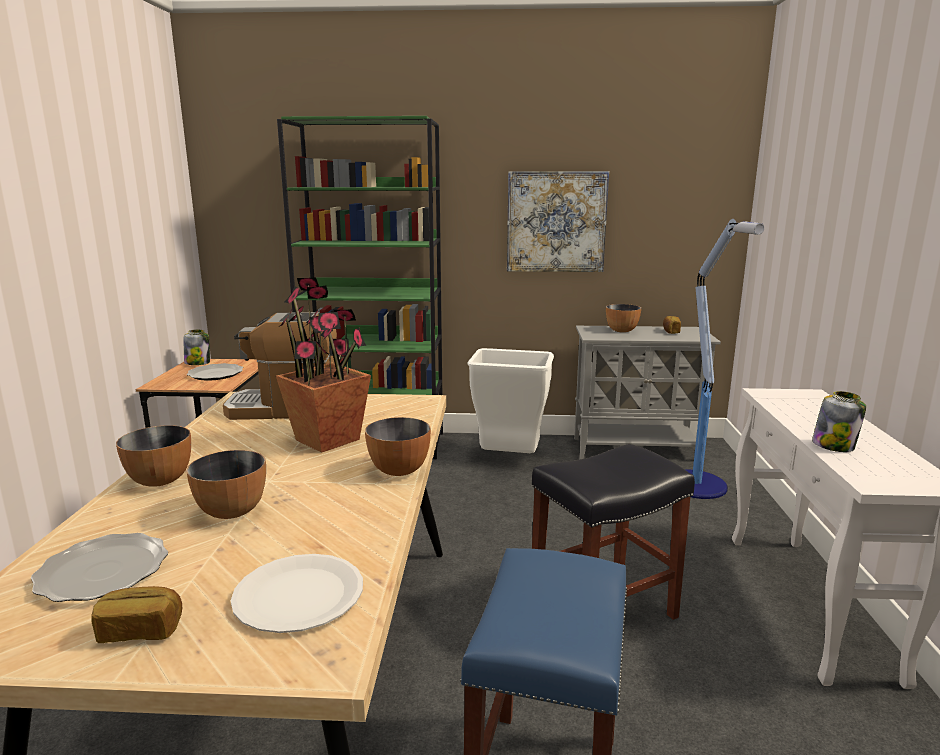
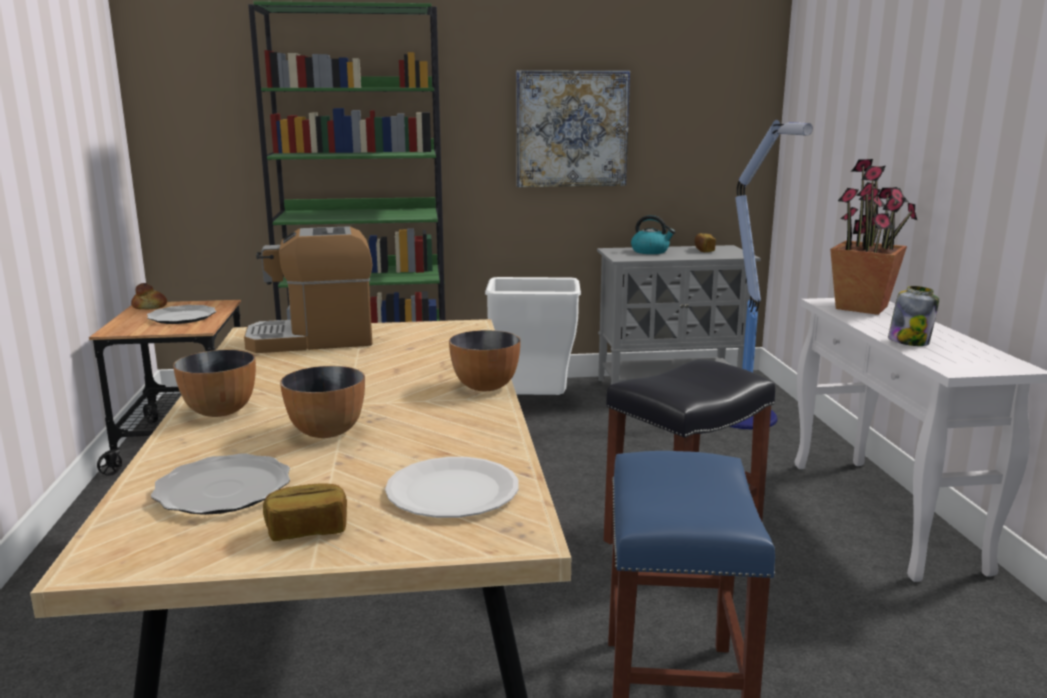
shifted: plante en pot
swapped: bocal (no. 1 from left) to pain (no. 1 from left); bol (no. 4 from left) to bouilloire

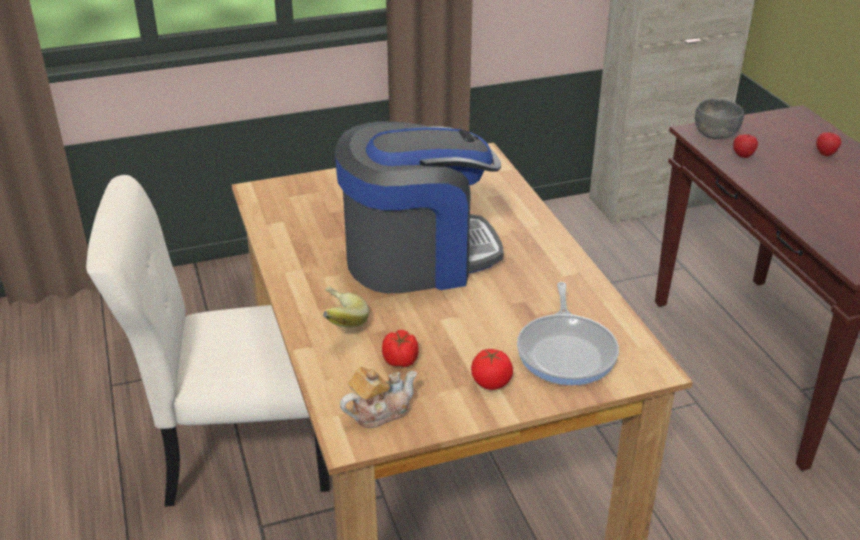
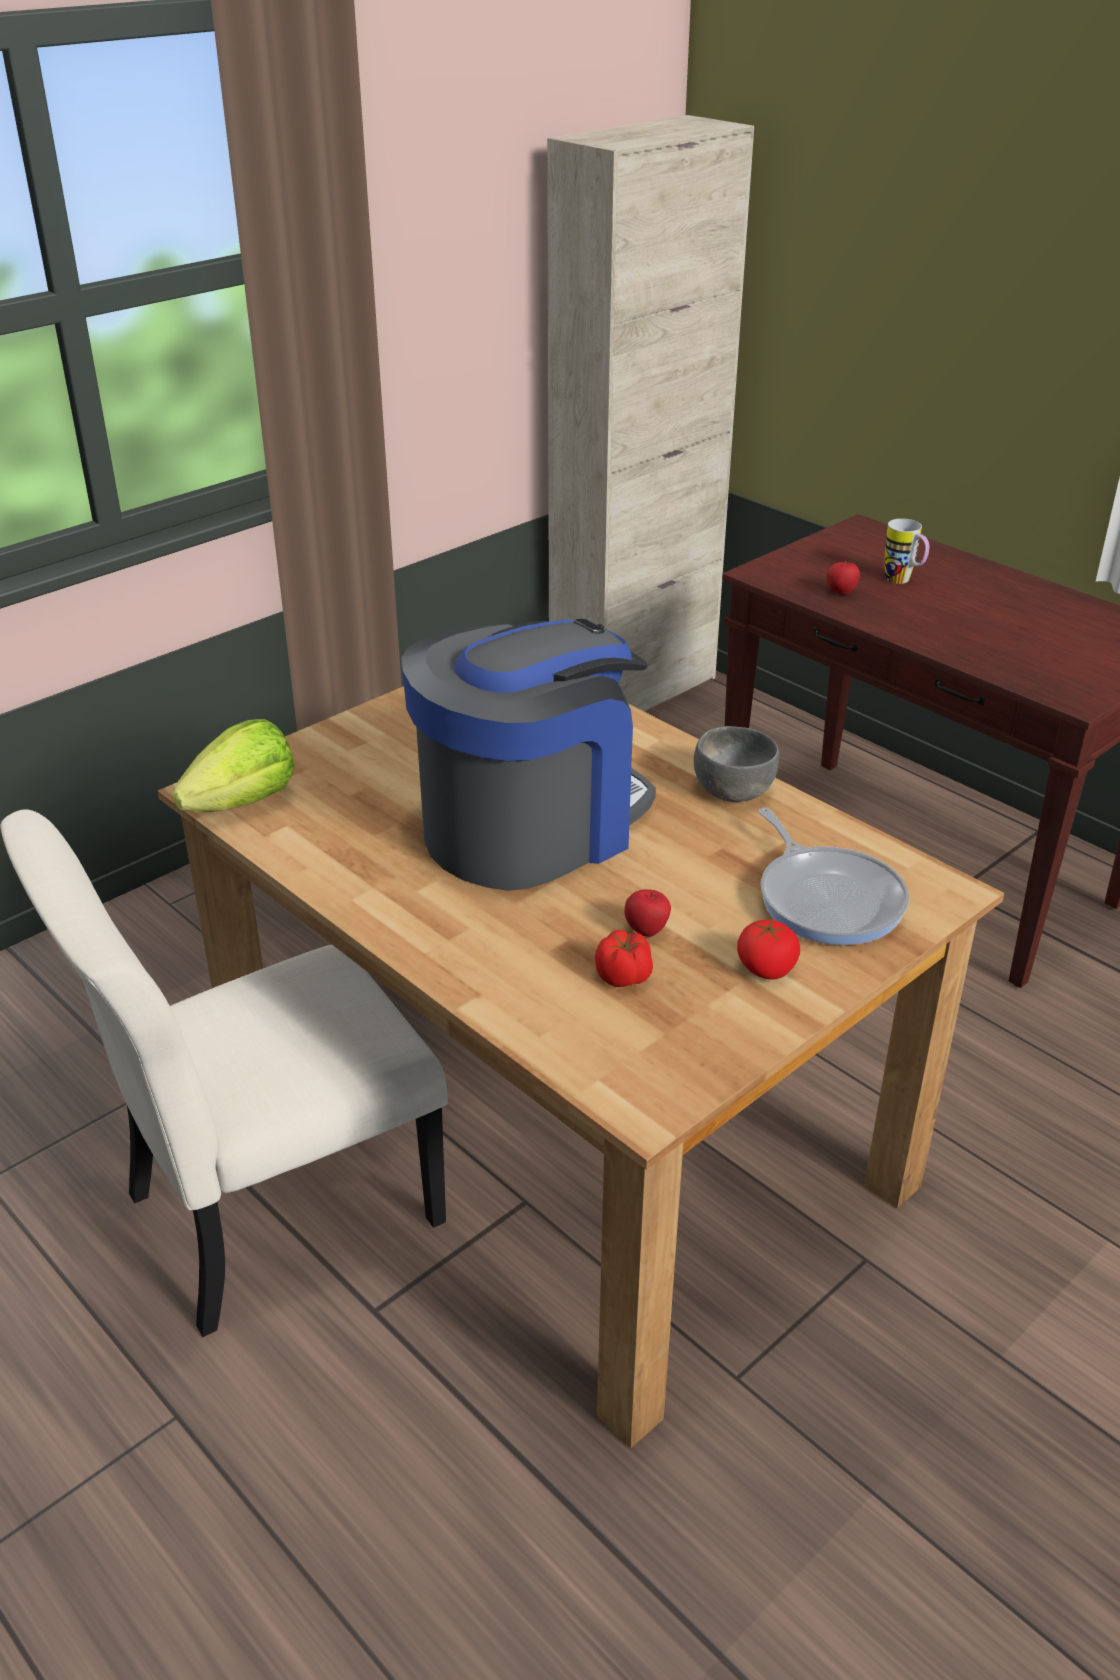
gone: banane; théière
new: laitue; mug
shifted: bol (gris); pomme (no. 2 from left in the first image) to pomme (no. 1 from left)

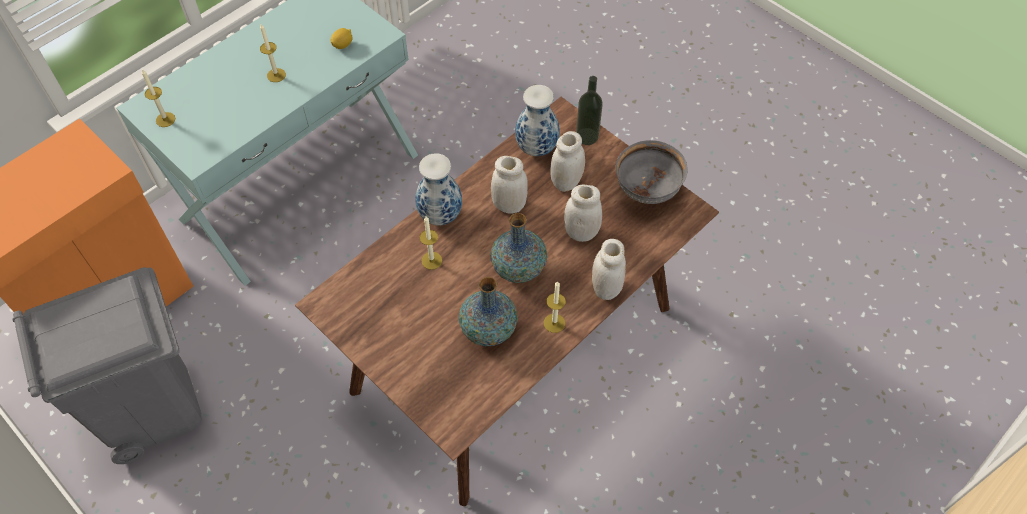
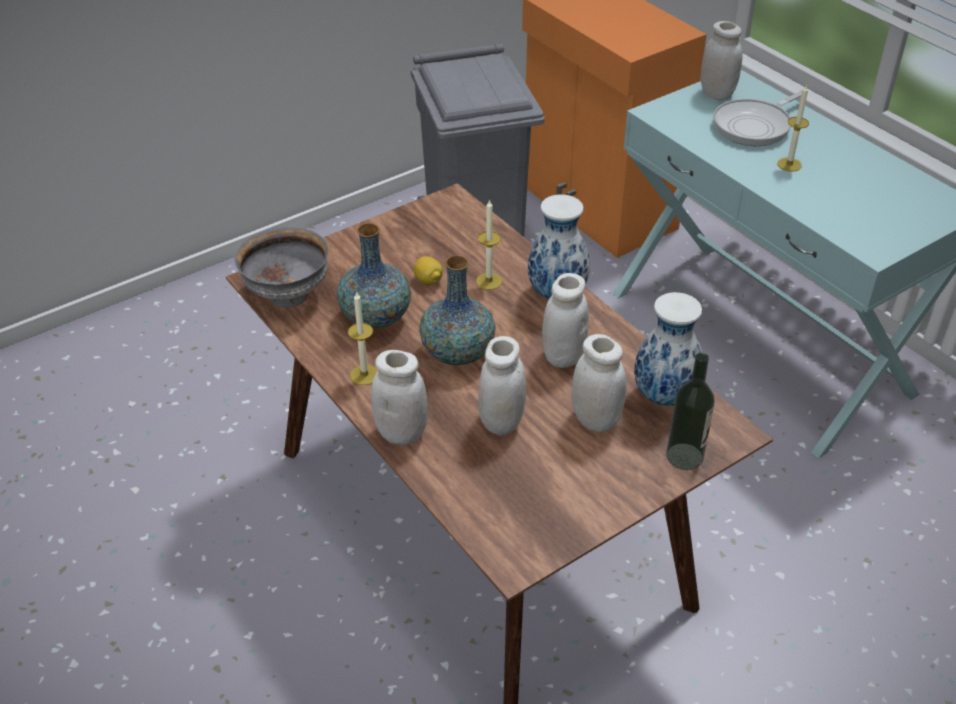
new: poêle
shifted: citron; bol (gris)
swapped: bougie (no. 1 from left) to bocal (blanc) (no. 5 from left)

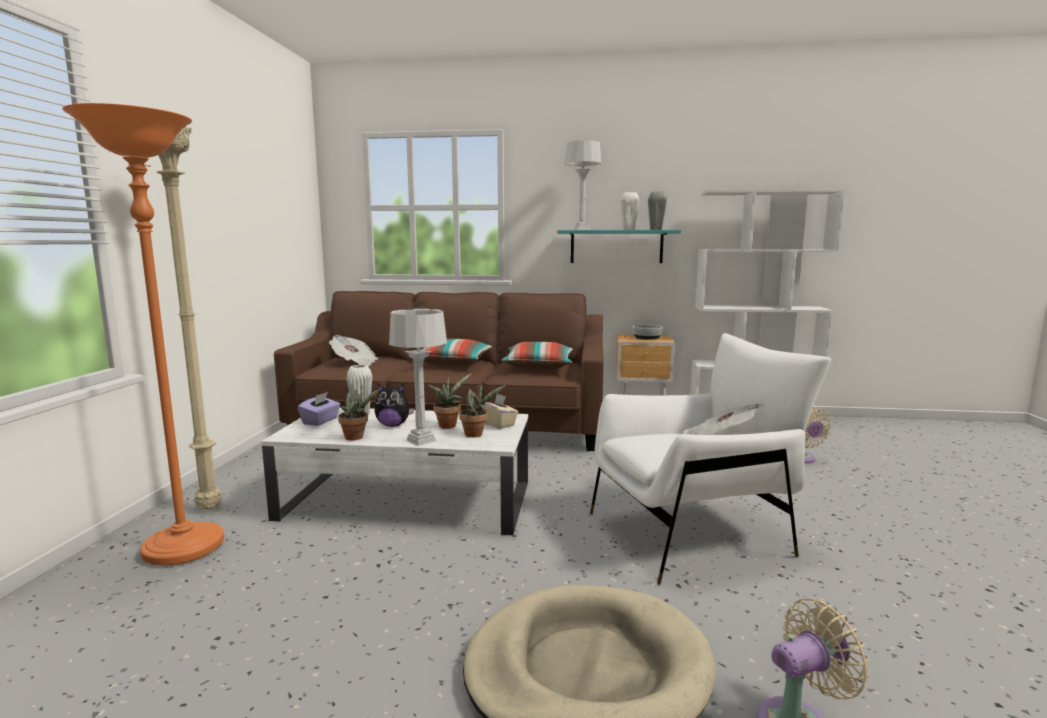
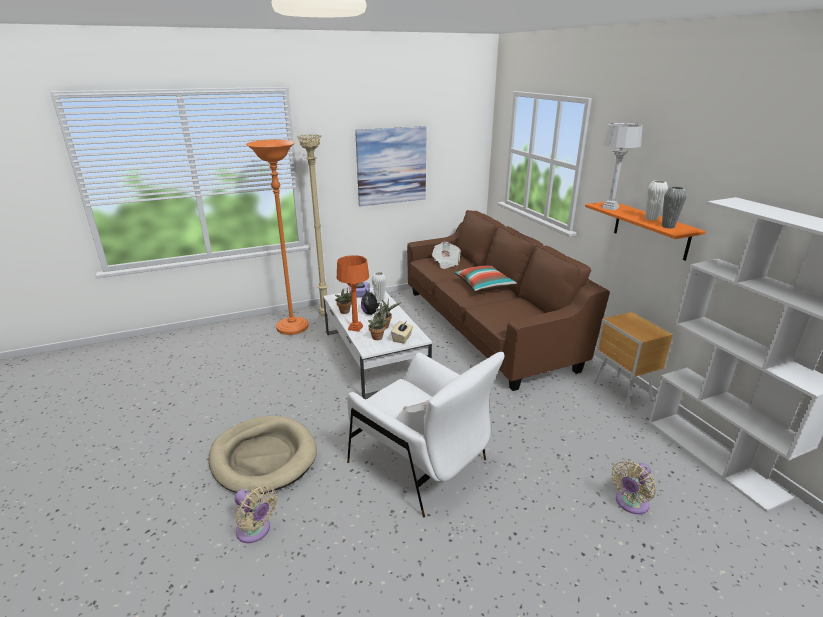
gone: coussin (no. 2 from left); bol
new: tableau
repainted: lampe de table (gris) (no. 1 from left) to lampe de table (orange); étagère (turquoise) to étagère (orange)

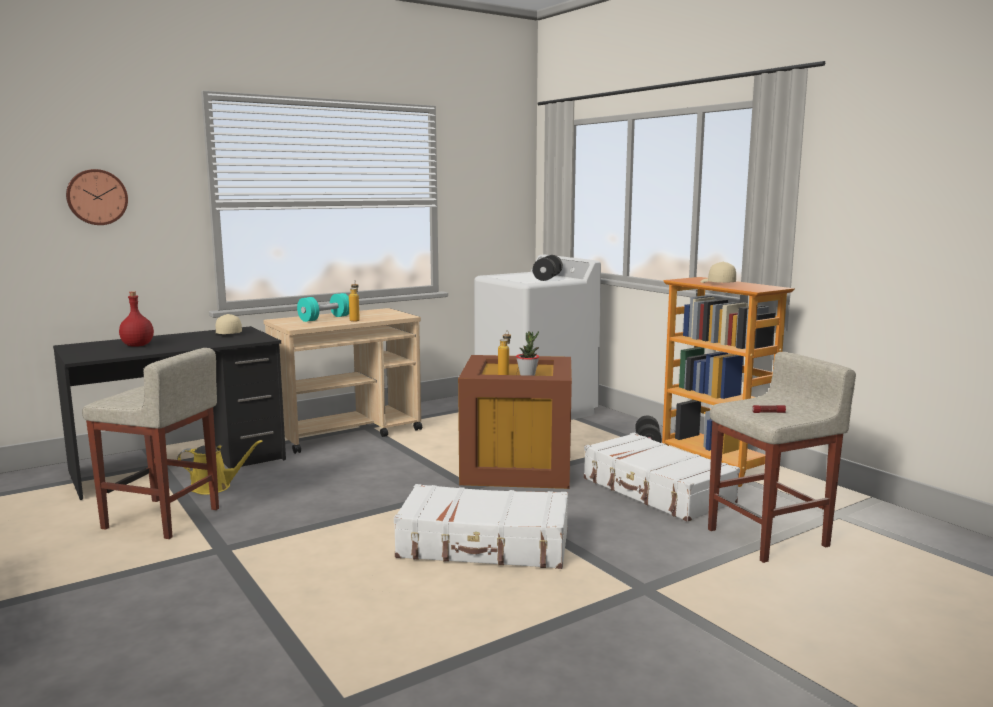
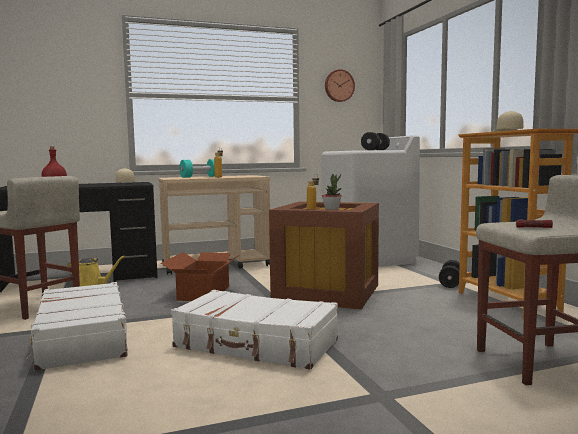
new: carton
shifted: horloge murale; valise (blanc) (no. 2 from left in the first image) to valise (blanc) (no. 1 from left)

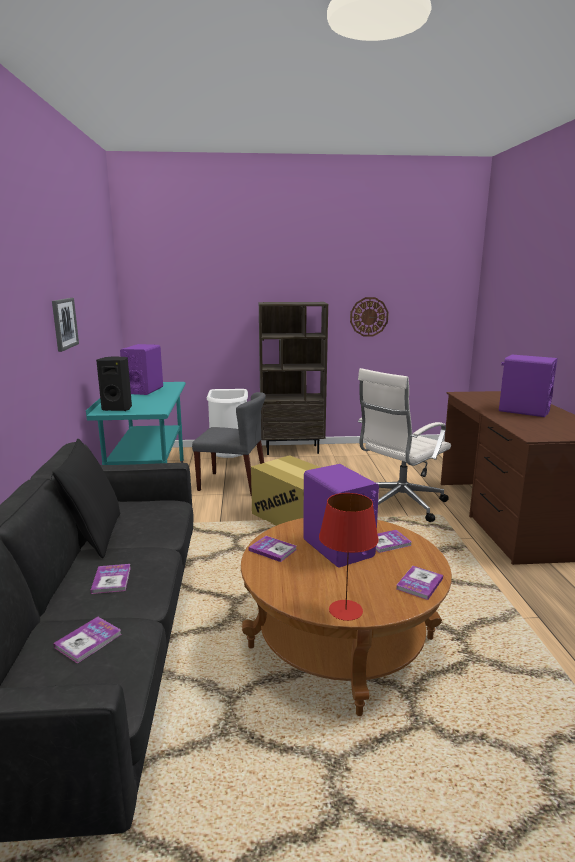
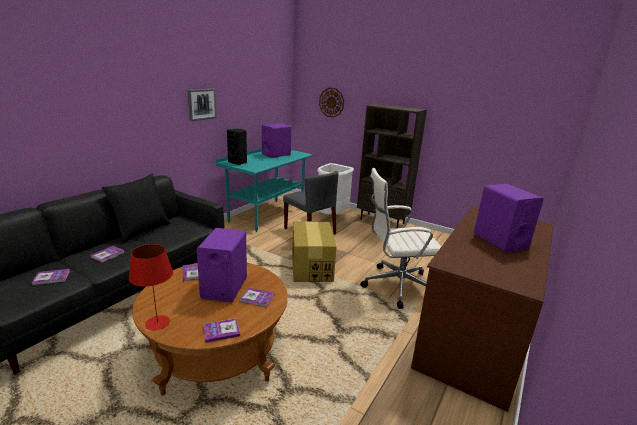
shifted: horloge murale

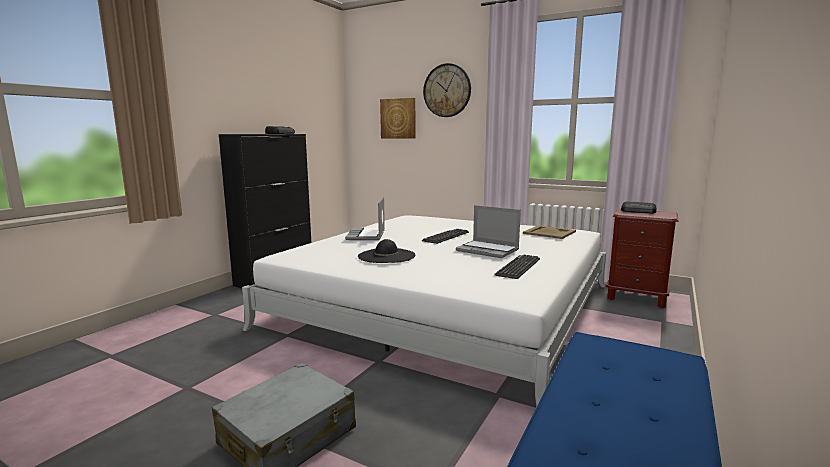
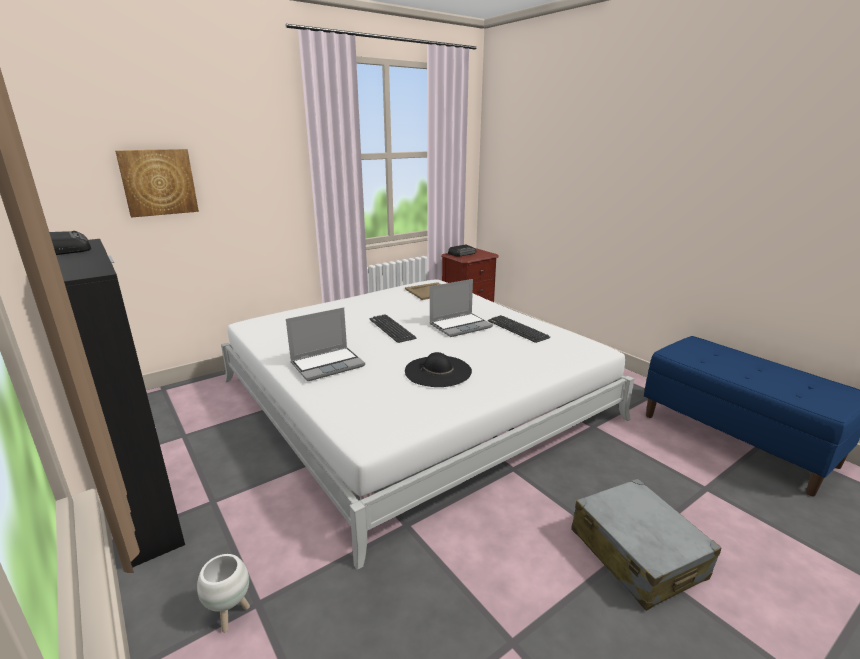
gone: horloge murale
new: cache-pot (blanc)
rotated: ordinateur portable (no. 1 from left) 60 degrees counterclockwise

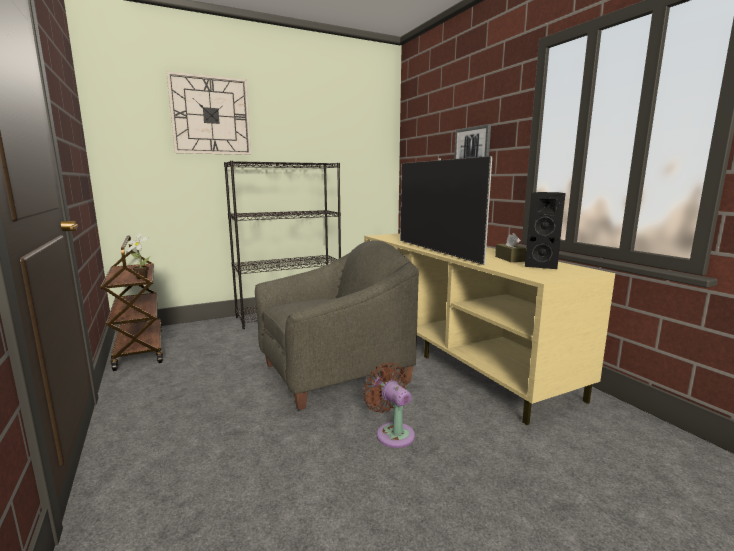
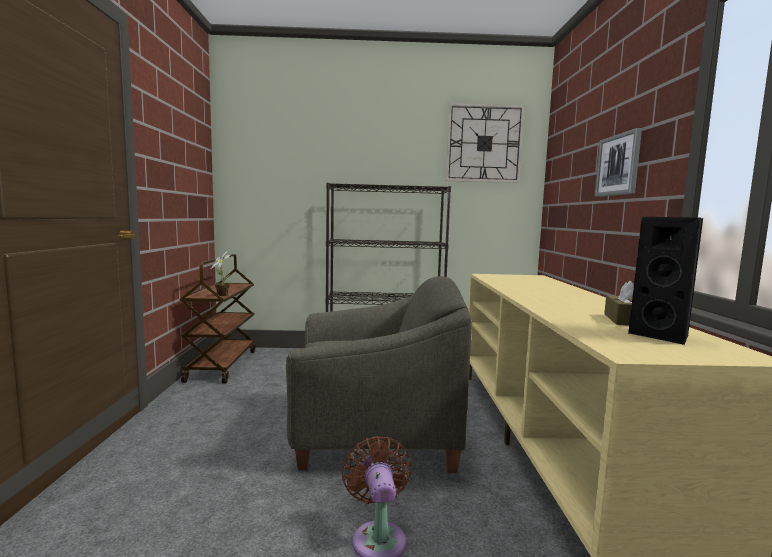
gone: téléviseur
shifted: horloge murale

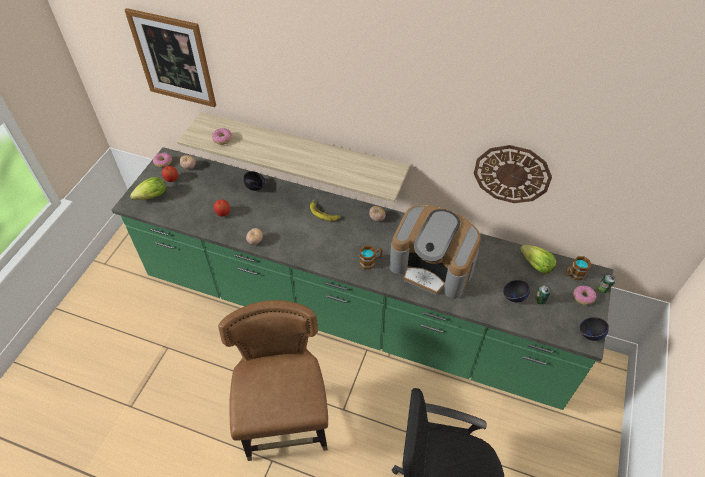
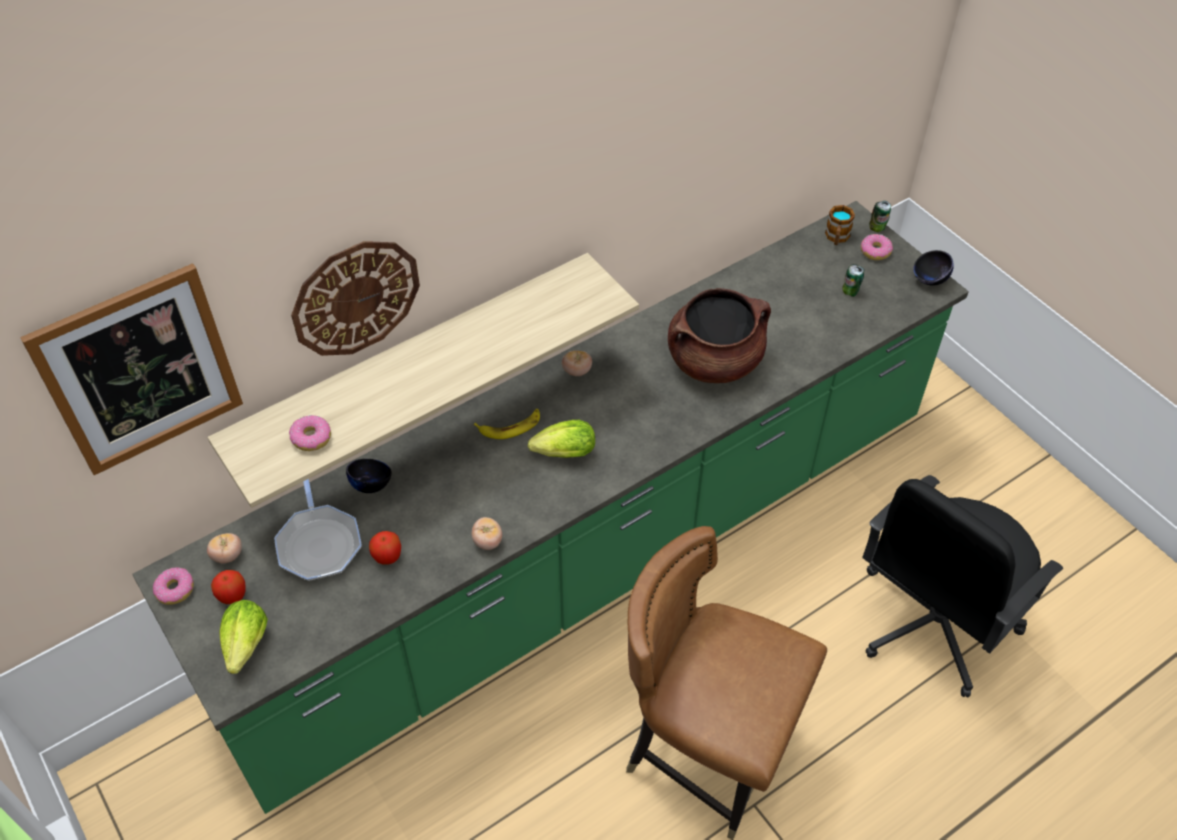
gone: mug (no. 1 from left); bol (noir) (no. 2 from left)
new: poêle
shifted: horloge murale; laitue (no. 2 from left)
swapped: machine à café to marmite (marron)

